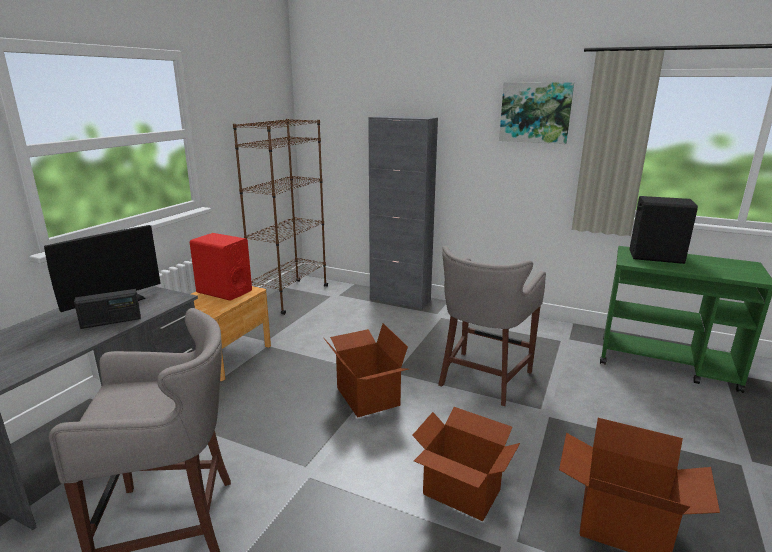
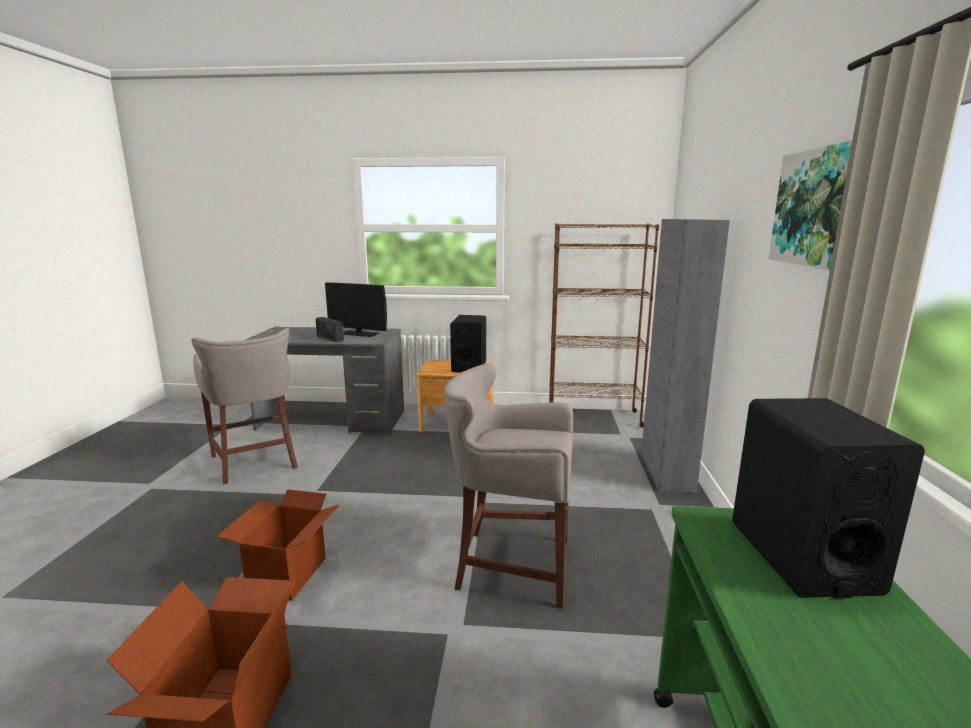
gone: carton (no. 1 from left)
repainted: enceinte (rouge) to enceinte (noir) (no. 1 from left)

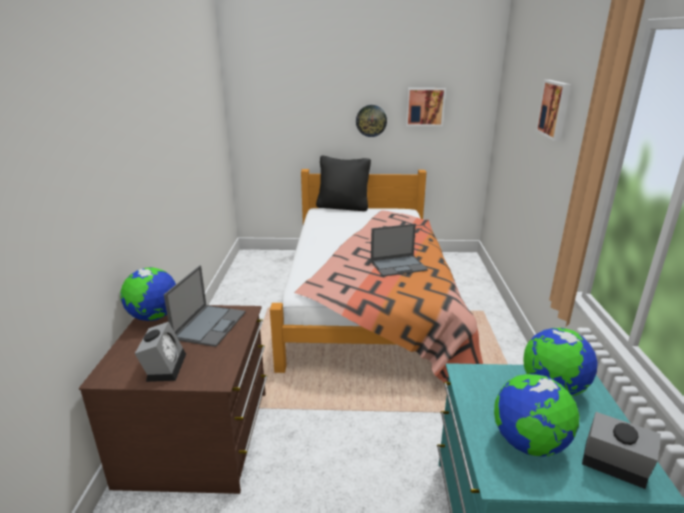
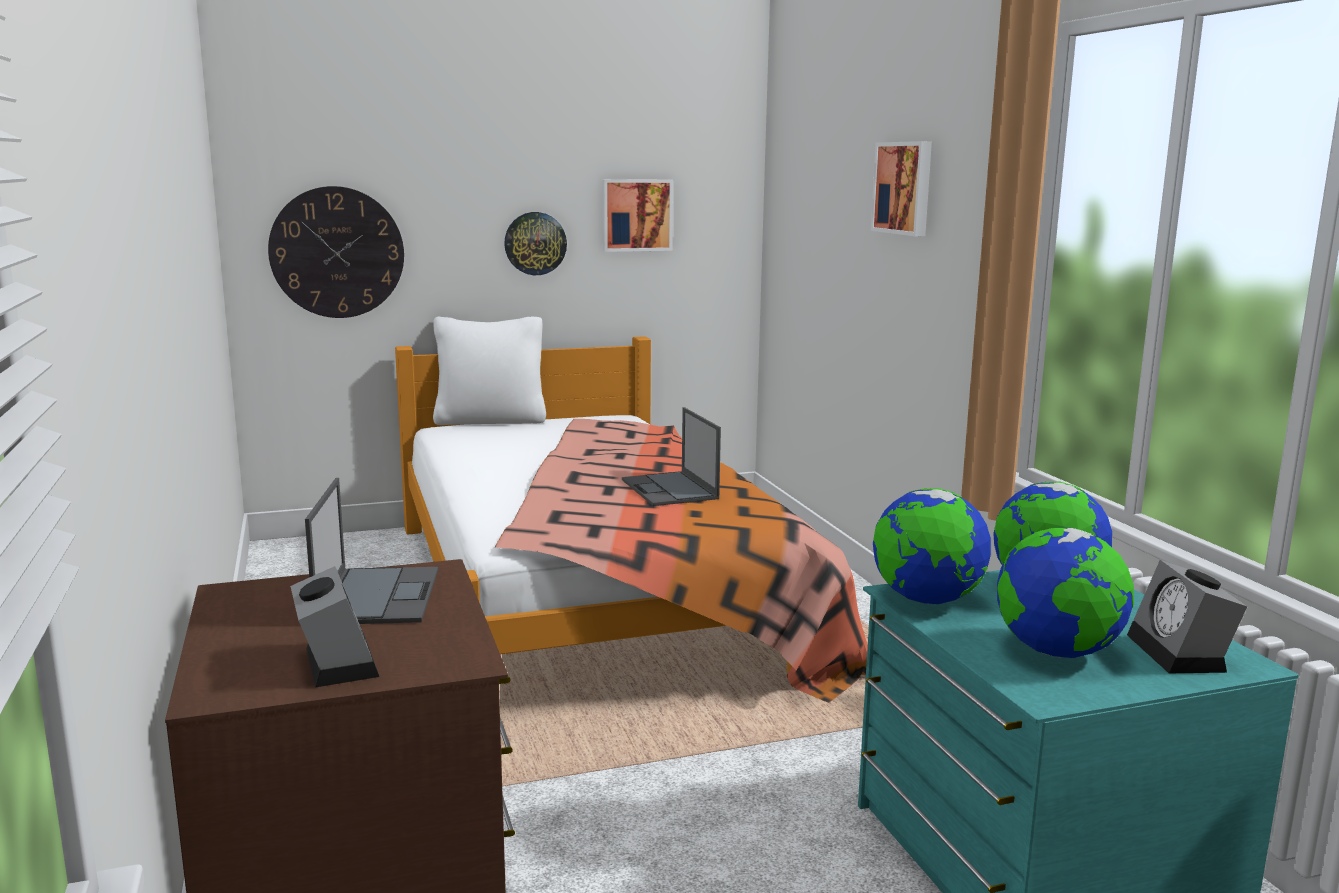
new: horloge murale (no. 1 from left)
shifted: globe (no. 1 from left)
repainted: coussin (noir) to coussin (blanc)
rotated: ordinateur portable (no. 2 from left) 105 degrees clockwise; réveil (no. 2 from left) 105 degrees counterclockwise

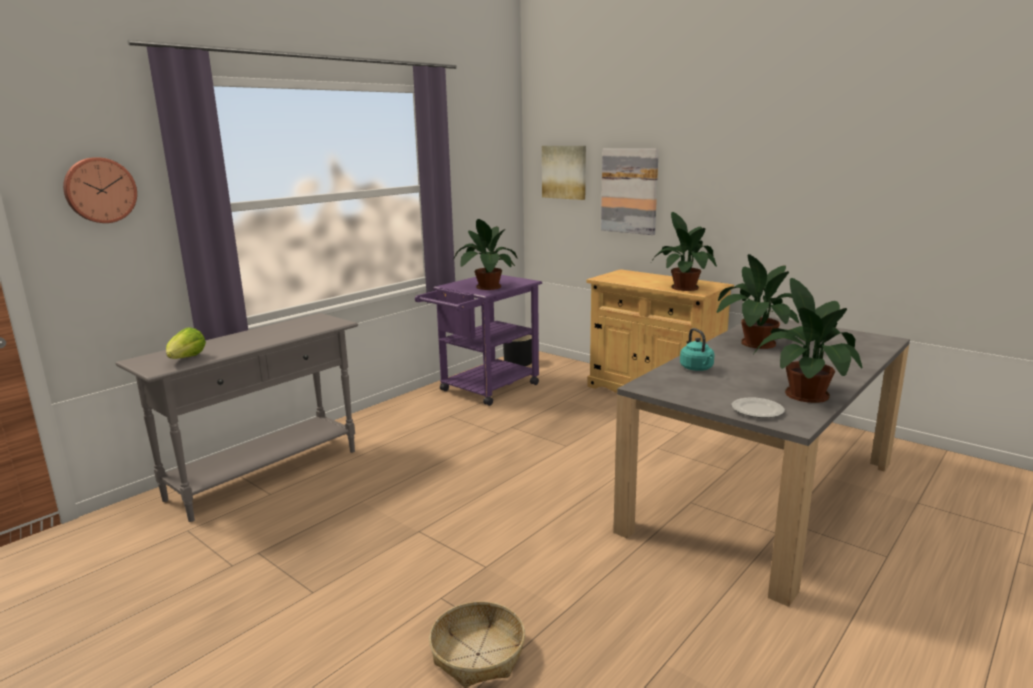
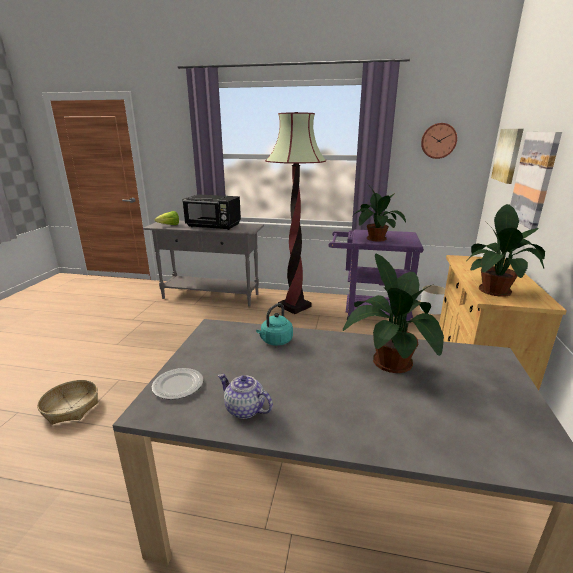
new: micro-ondes (noir); lampadaire
shifted: horloge murale
swapped: plante en pot (no. 4 from left) to théière
repainted: cache-pot (noir) to cache-pot (blanc)

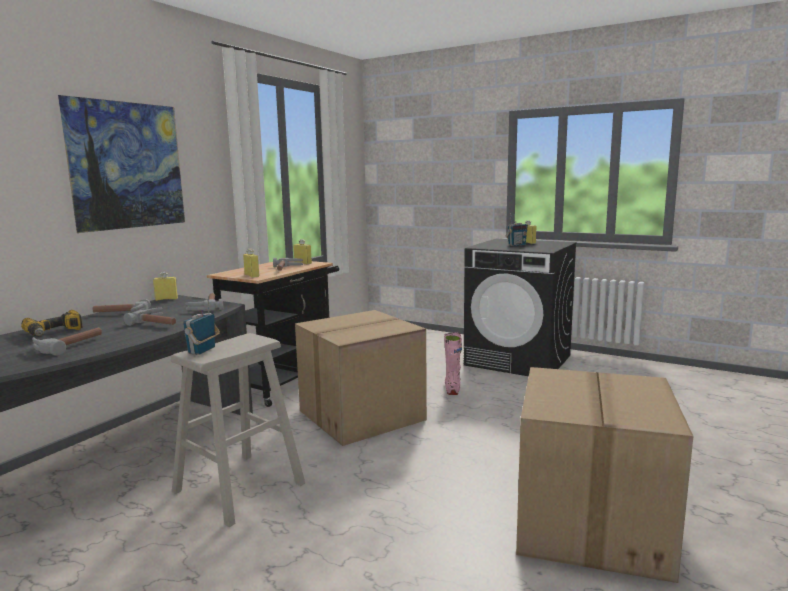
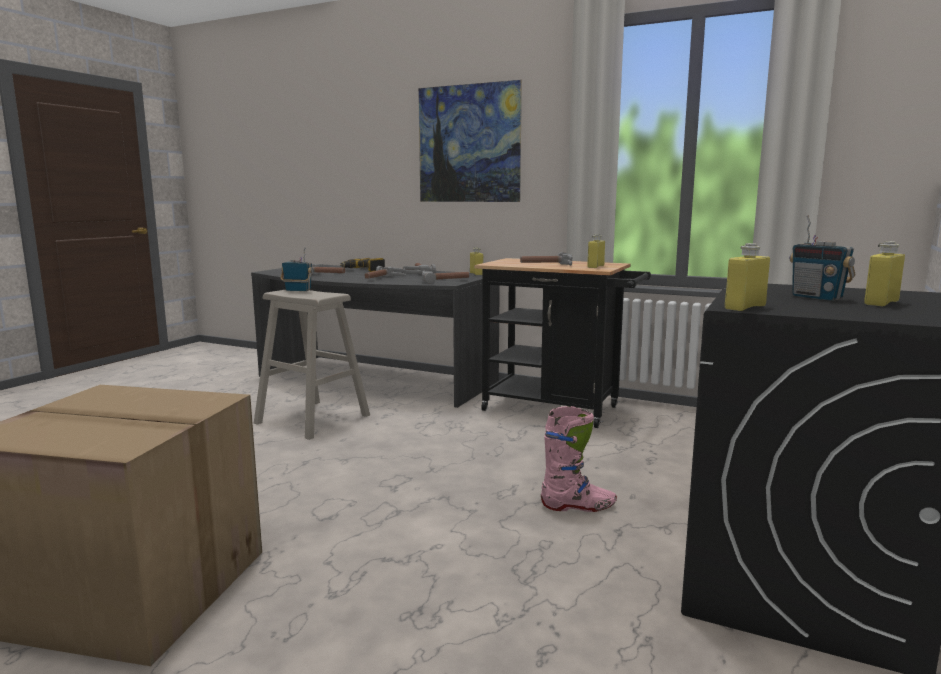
gone: carton (no. 1 from left)
shifted: bouteille (jaune) (no. 2 from left in the first image) to bouteille (jaune) (no. 3 from left)

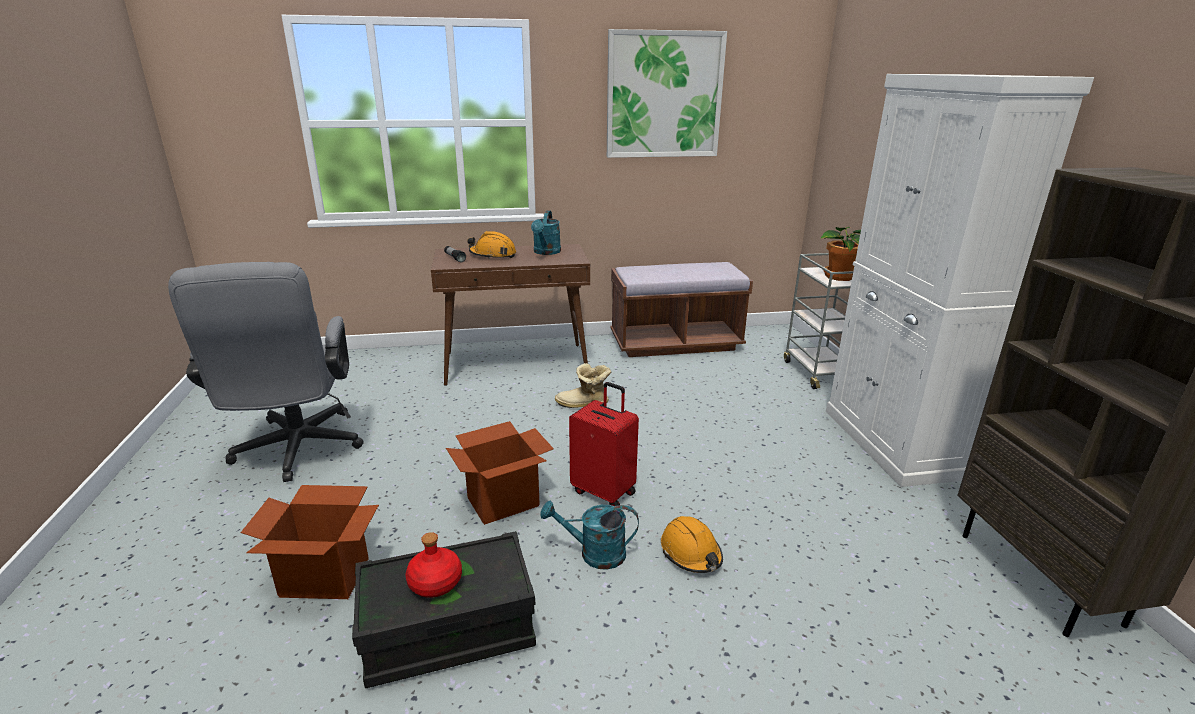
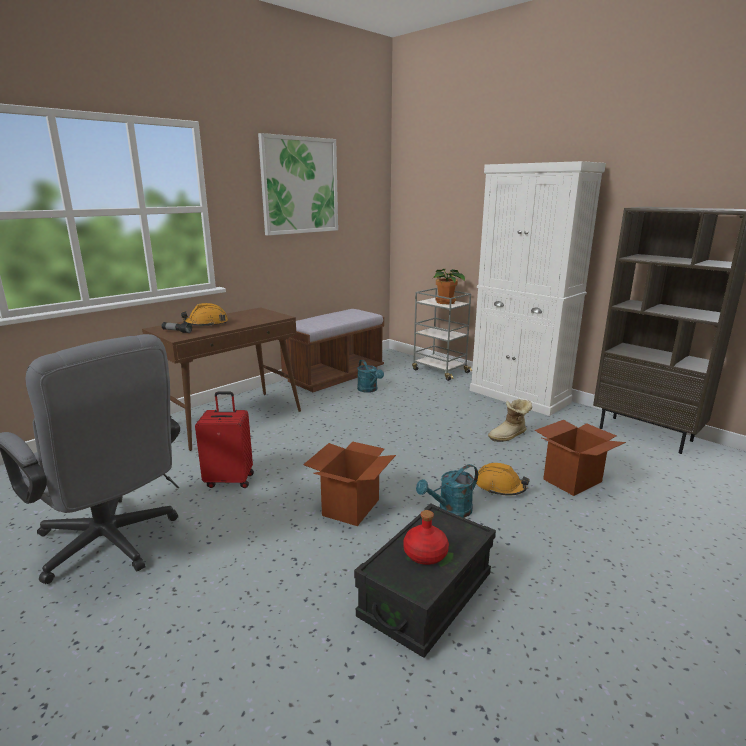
shifted: carton (no. 1 from left in the first image) to carton (no. 2 from left); arrosoir (turquoise) (no. 1 from left); botte; valise (rouge)

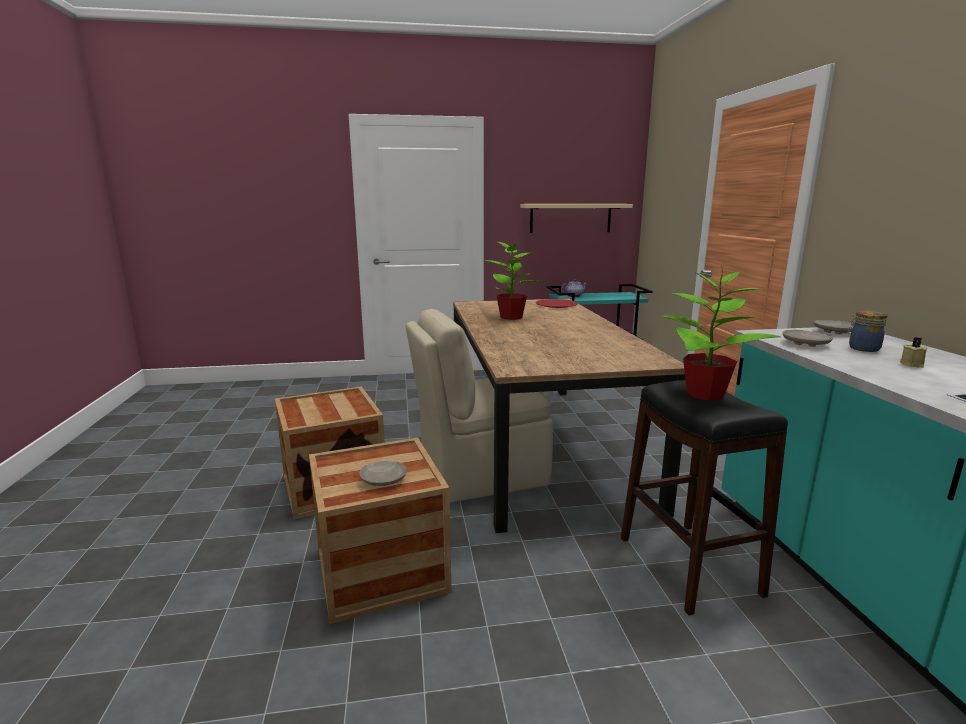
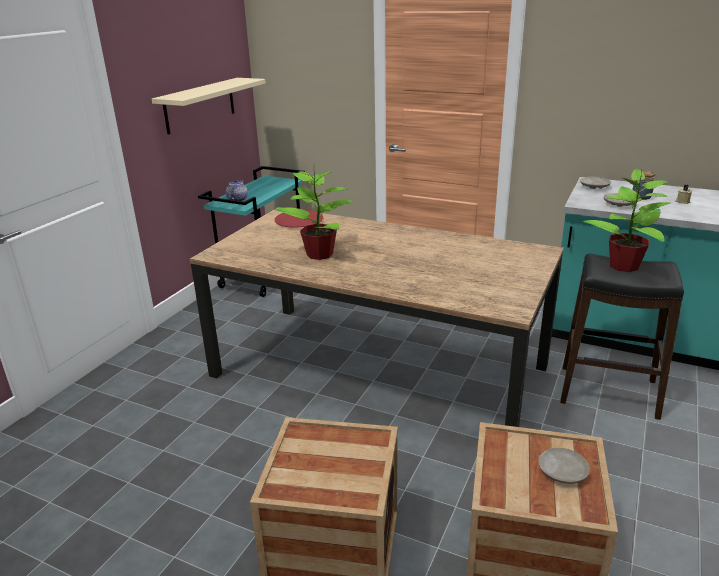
gone: chaise (beige)

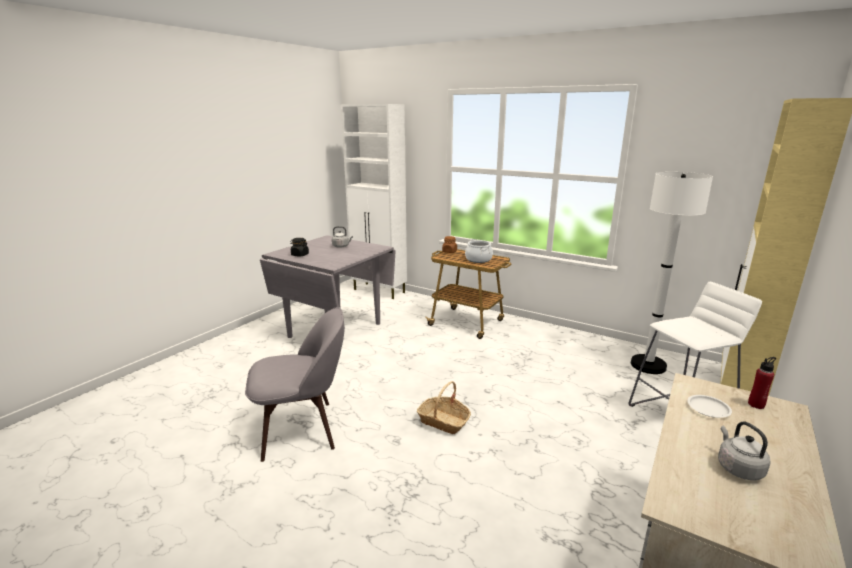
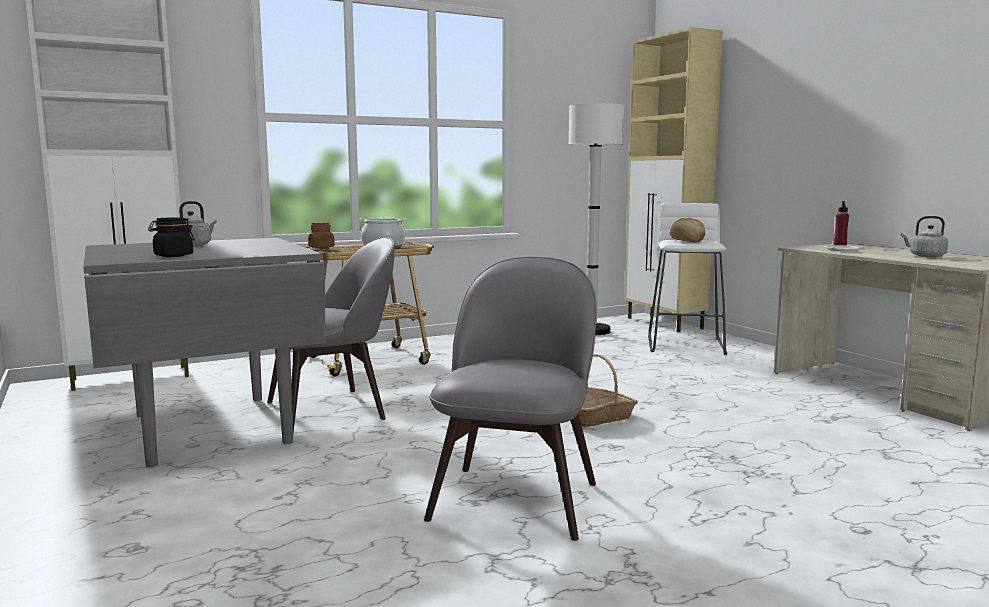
new: chaise (gris) (no. 1 from left); pain

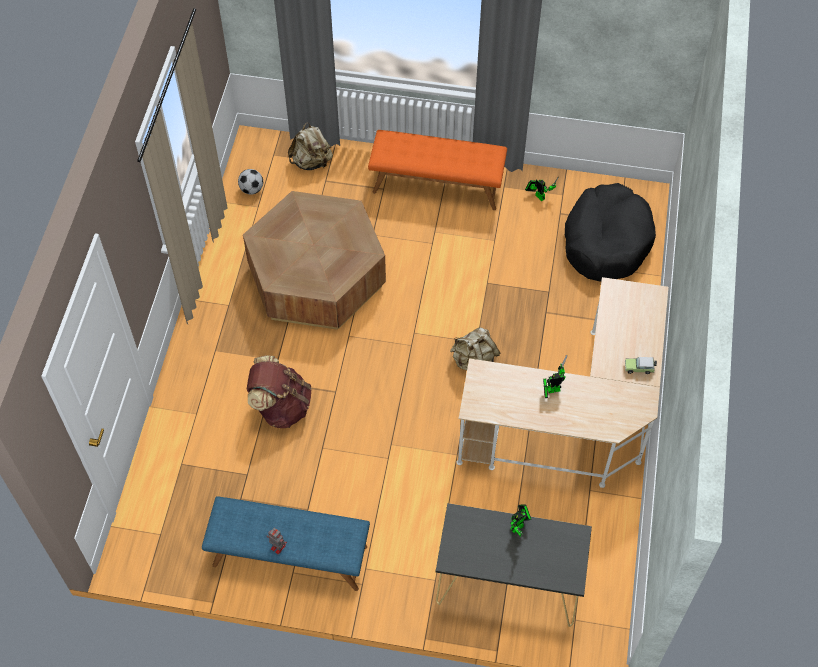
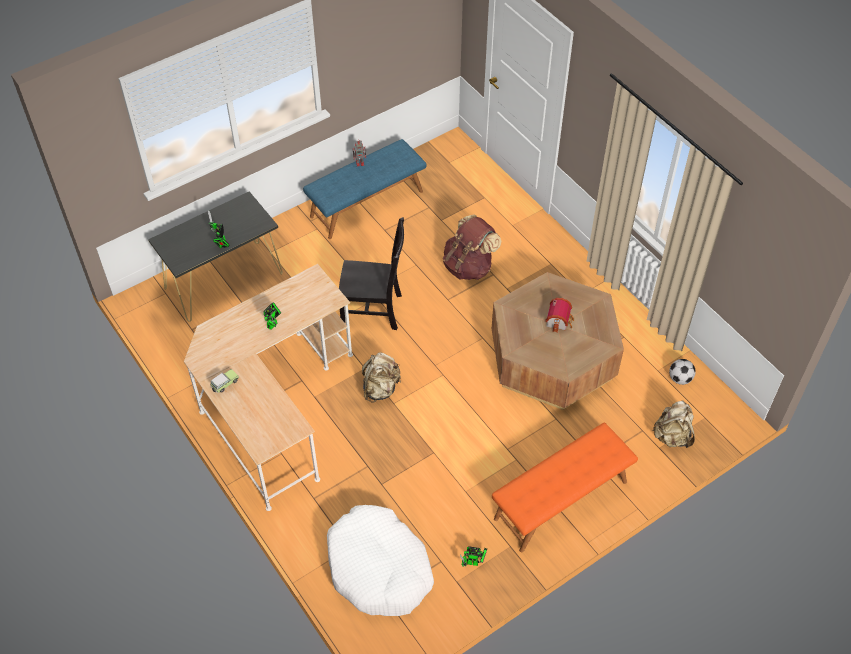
new: chaise (noir); maison miniature
repainted: panier pour chien (noir) to panier pour chien (blanc)

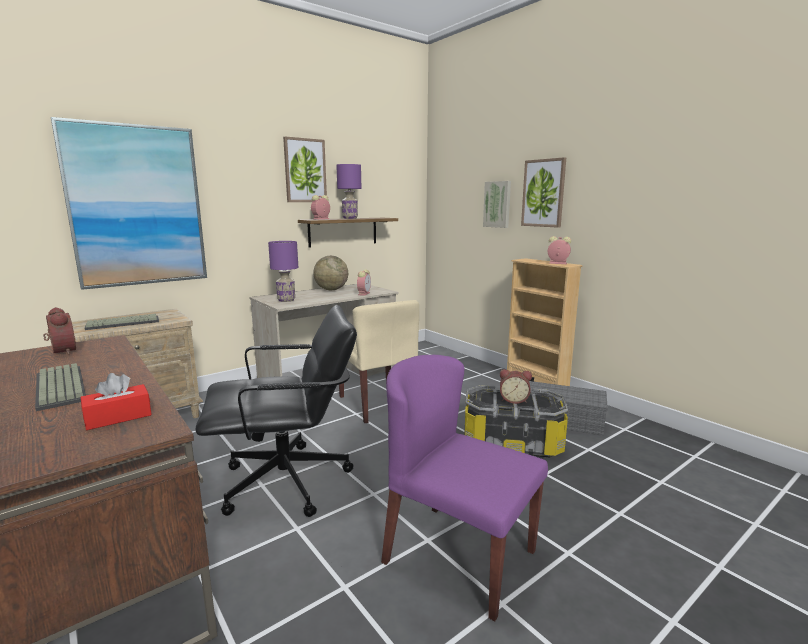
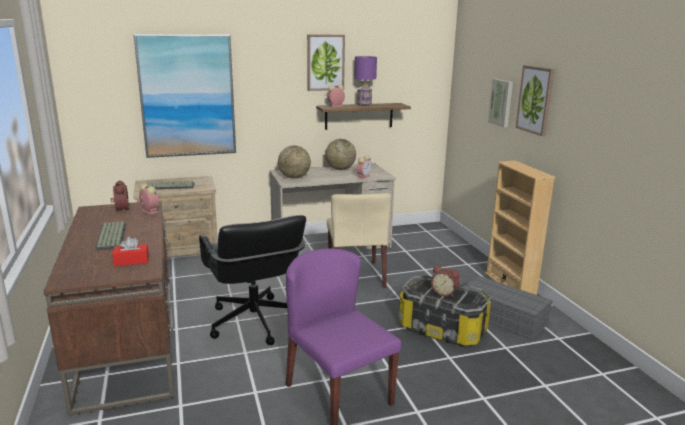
shifted: réveil (no. 5 from left in the first image) to réveil (no. 2 from left)
swapped: lampe de table (violet) (no. 1 from left) to globe (no. 1 from left)
rotated: chaise de bureau (noir) 60 degrees clockwise

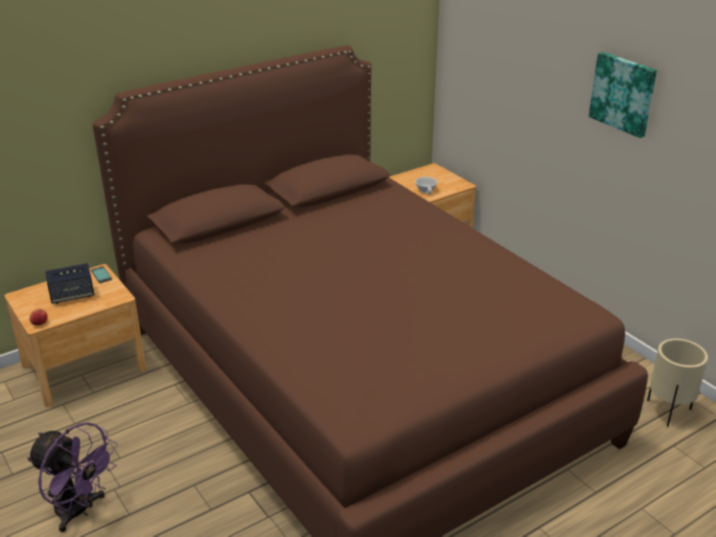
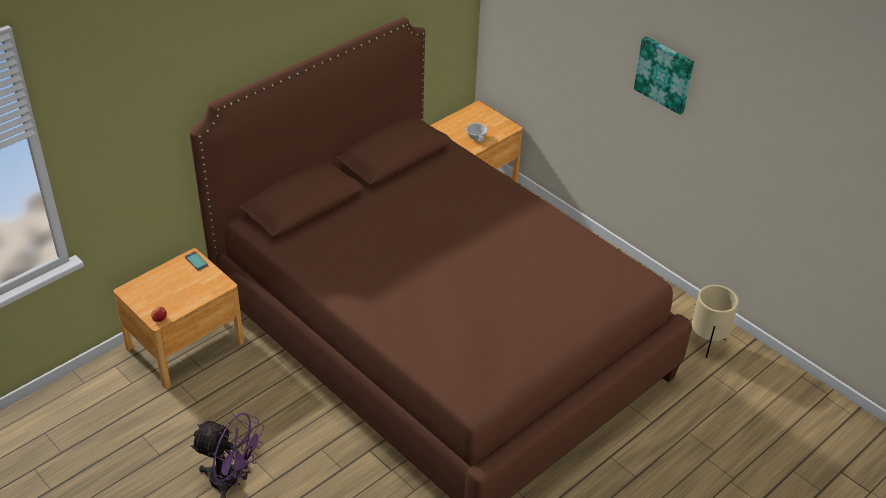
gone: enceinte

